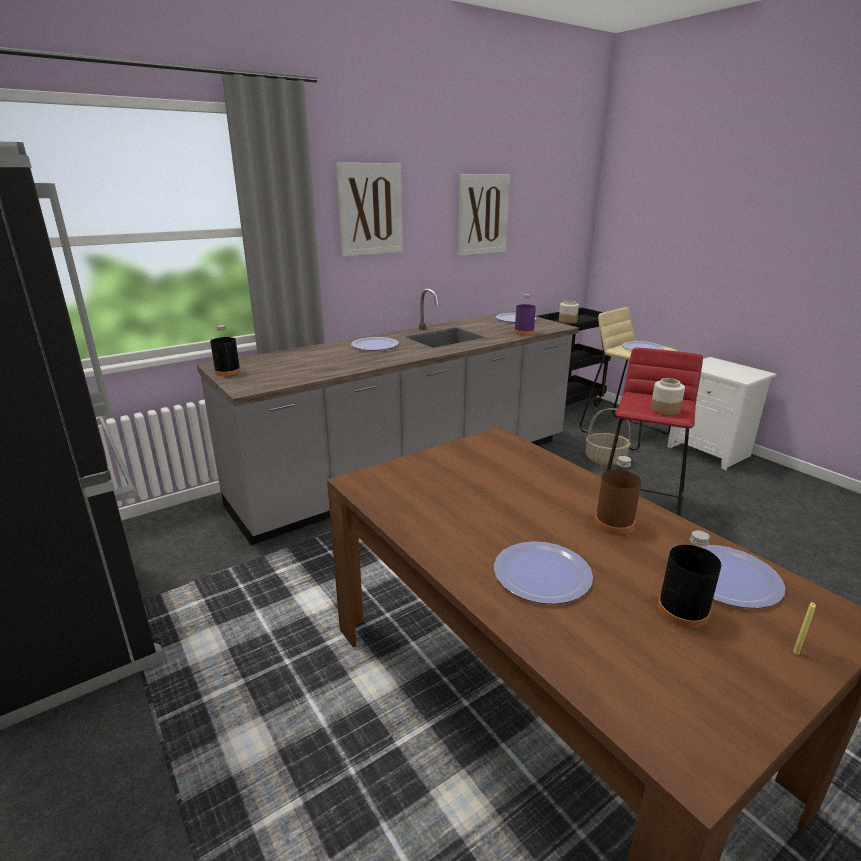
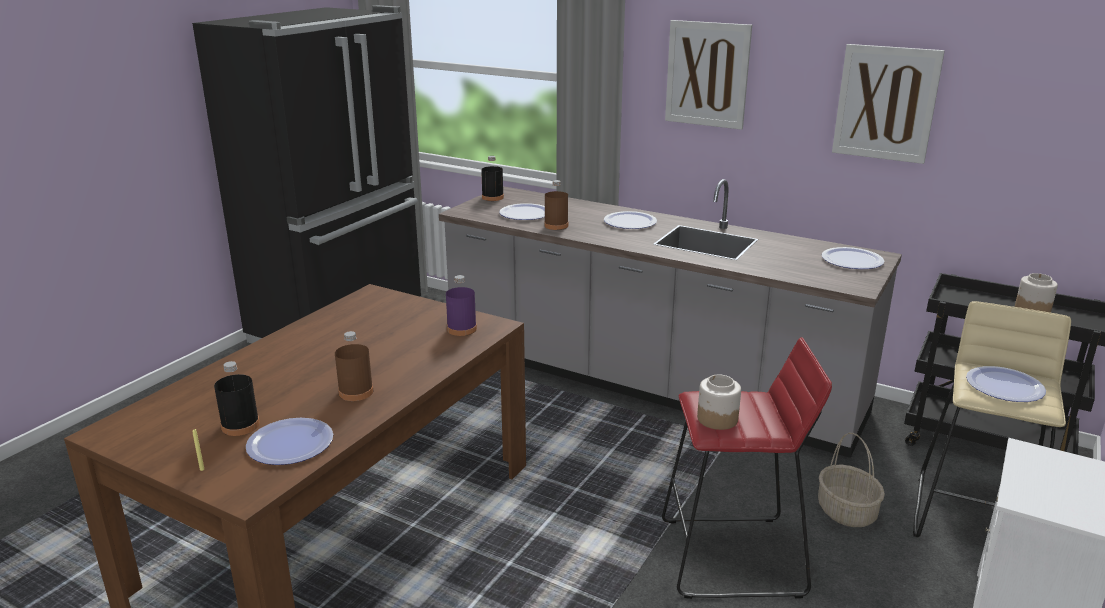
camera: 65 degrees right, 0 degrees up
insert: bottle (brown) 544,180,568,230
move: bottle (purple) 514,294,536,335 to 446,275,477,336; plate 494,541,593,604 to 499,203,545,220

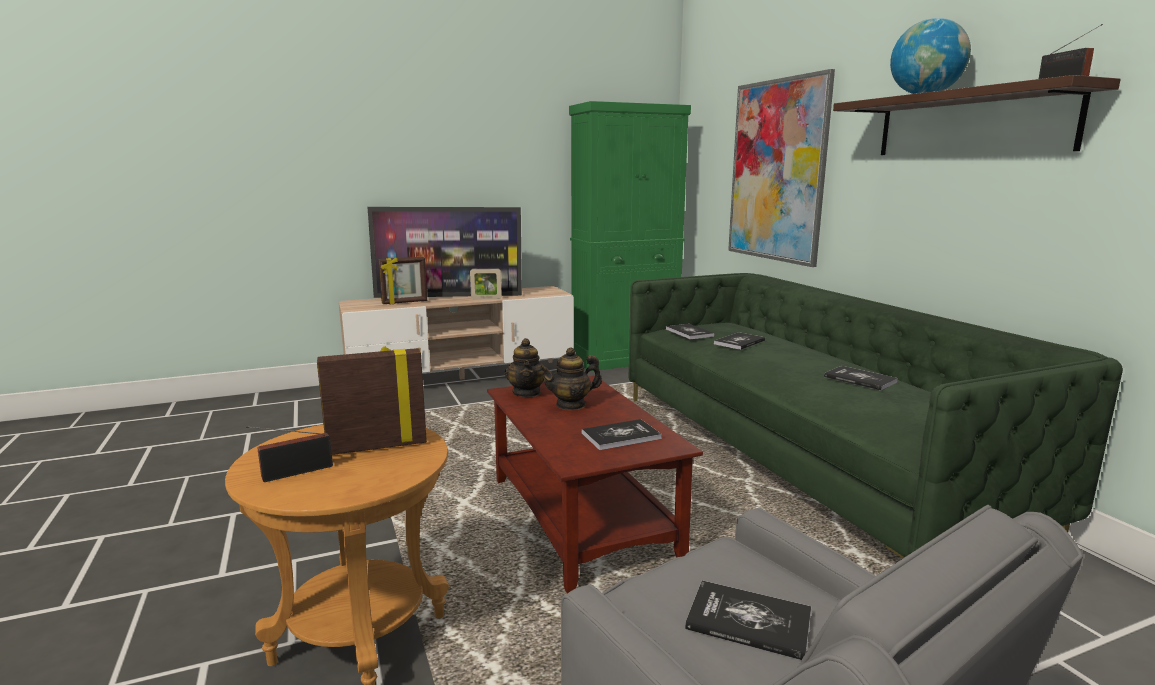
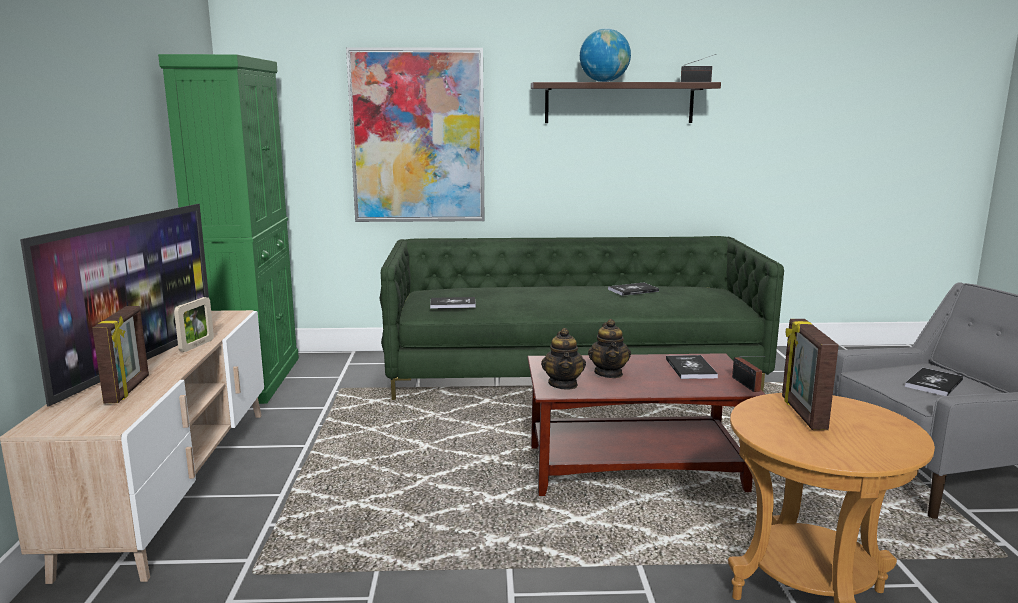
camera: 70 degrees left, 0 degrees up
delete: book 714,332,765,350
move: radio 246,426,333,482 to 732,356,765,392
rotate: teapot 505,338,545,397 = 541,328,586,390 75 degrees clockwise

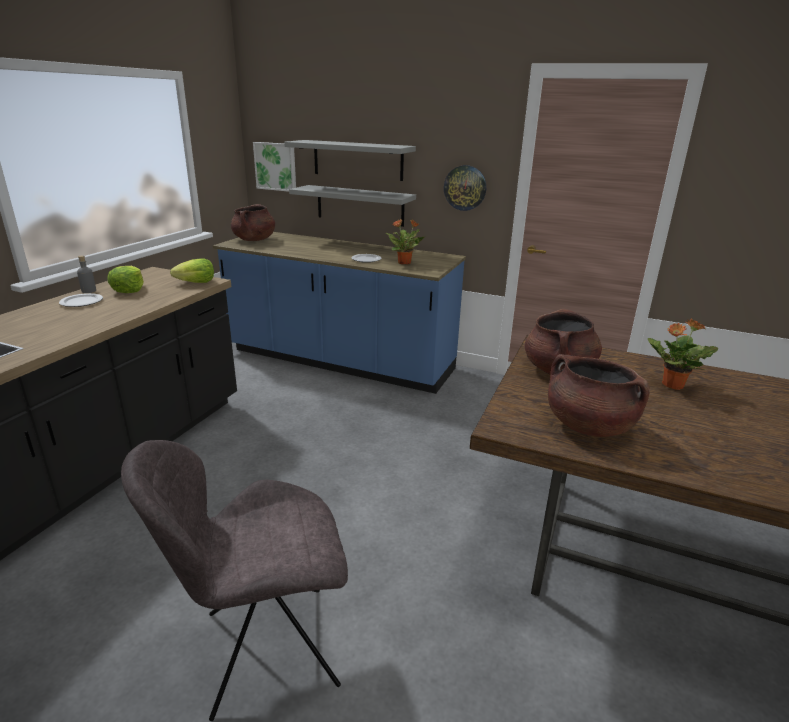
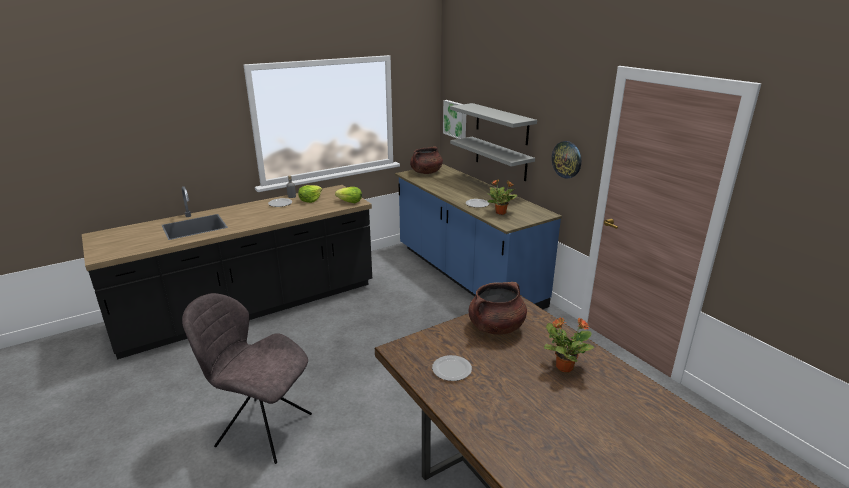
camera: 35 degrees right, 0 degrees up
replace: cooking pot (brown) 548,354,650,437 to plate 432,355,472,381

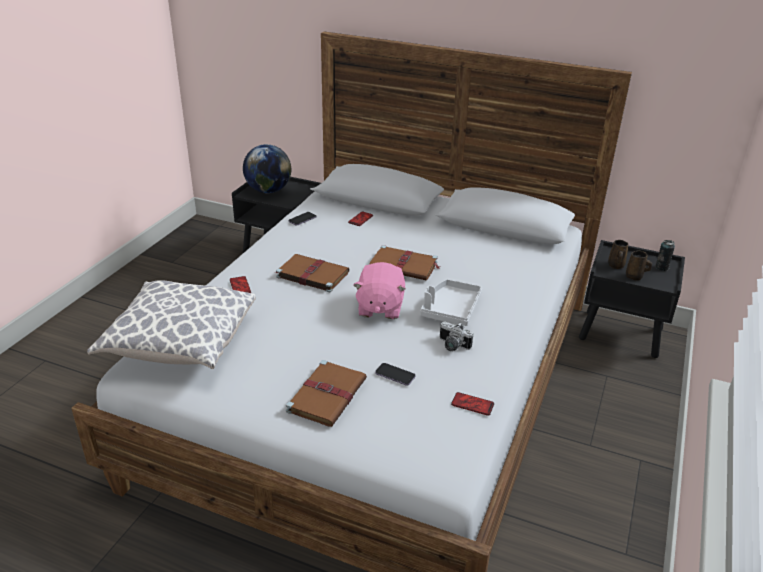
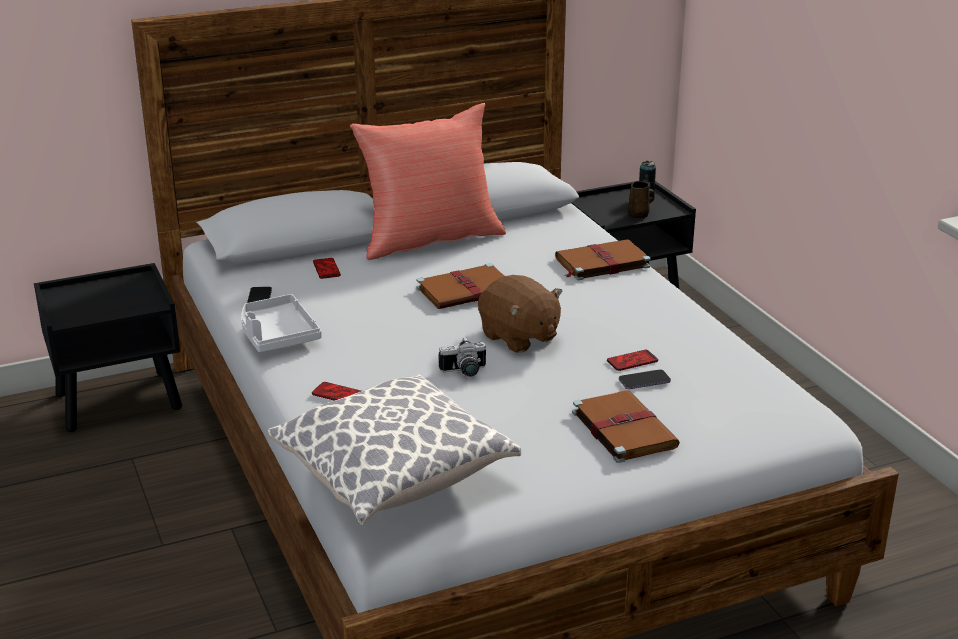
camera: 45 degrees left, 5 degrees down
delete: globe 243,144,291,193; mug (brown) 608,240,628,269
insert: pillow (red) 350,103,506,260
move: book (brown) 275,254,349,293 to 555,239,651,280; tray (grey) 420,279,482,326 to 241,294,322,352; photo camera 440,321,473,351 to 439,337,486,377; phone 451,392,494,416 to 607,350,658,371
recolor: plush toy (pink) 353,262,406,319 to plush toy (brown) 478,275,563,353

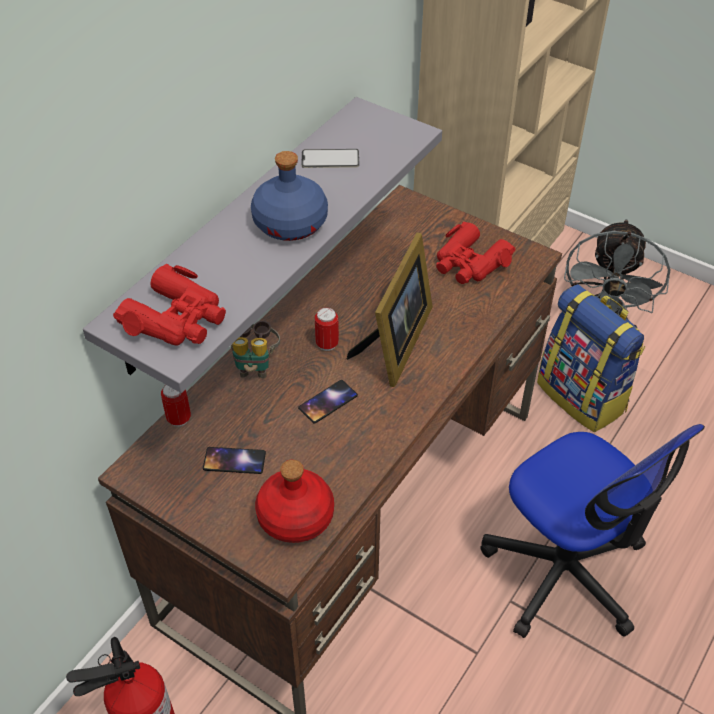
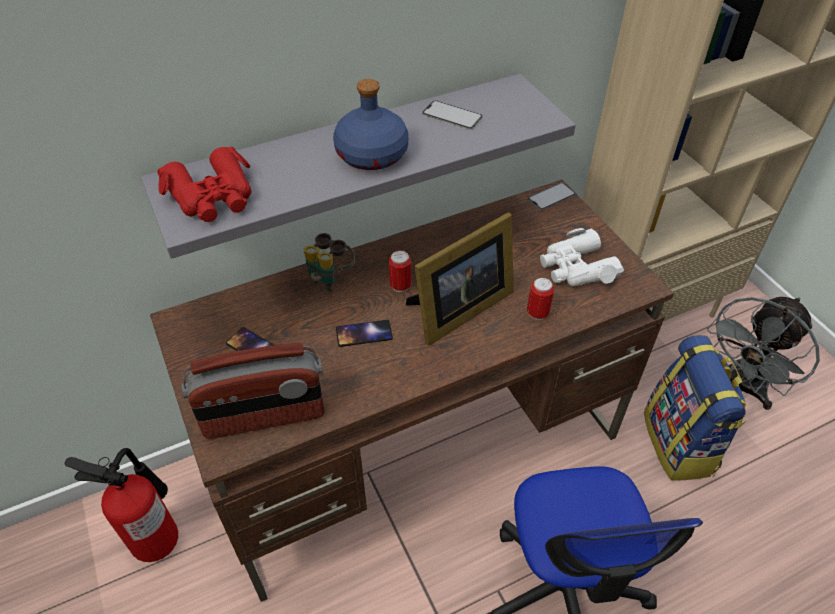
camera: 30 degrees right, 0 degrees up
insert: phone 528,182,576,210
move: can 161,385,191,426 to 527,277,554,320
replace: bottle (red) 255,460,334,543 to radio 182,343,324,439
recolor: binoculars (red) 436,222,516,284 to binoculars (white) 540,228,624,286

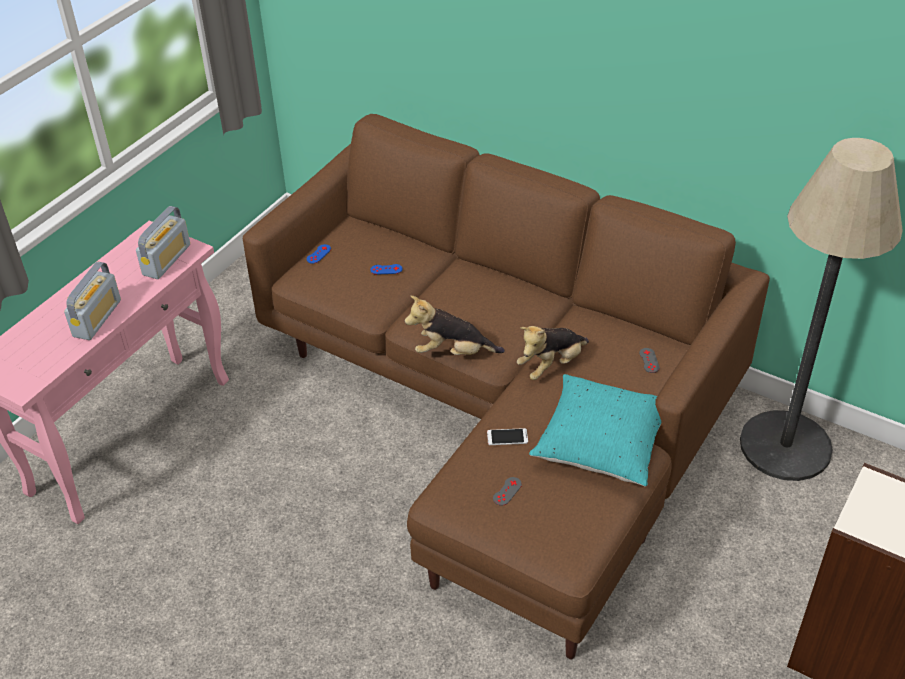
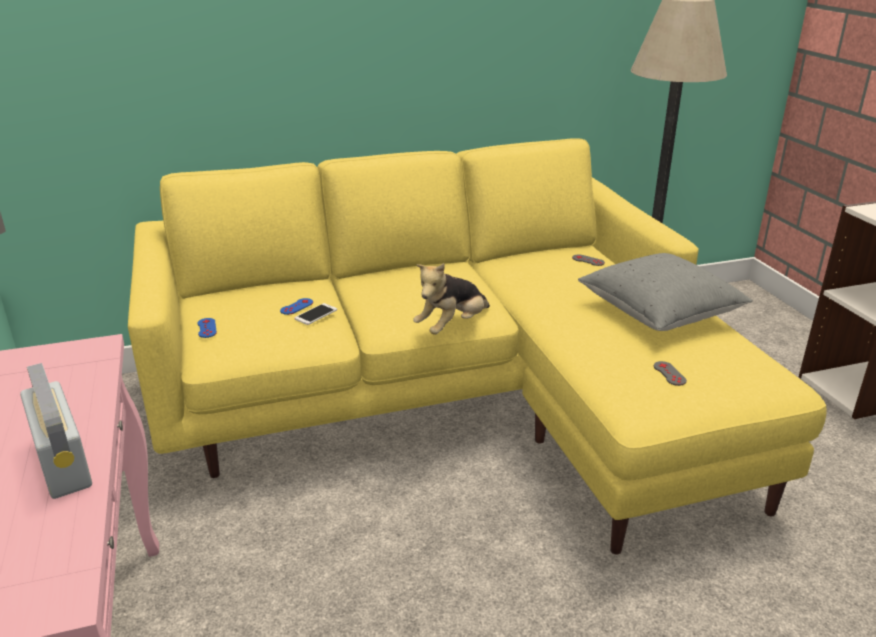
camera: 50 degrees left, 15 degrees down
delete: radio 136,206,190,279; plush toy 517,326,589,380
move: phone 487,428,528,445 to 295,303,337,325
recolor: sofa (brown) 243,114,770,659 to sofa (yellow) 128,138,827,555; pillow (turquoise) 529,374,661,486 to pillow (grey) 578,253,753,331

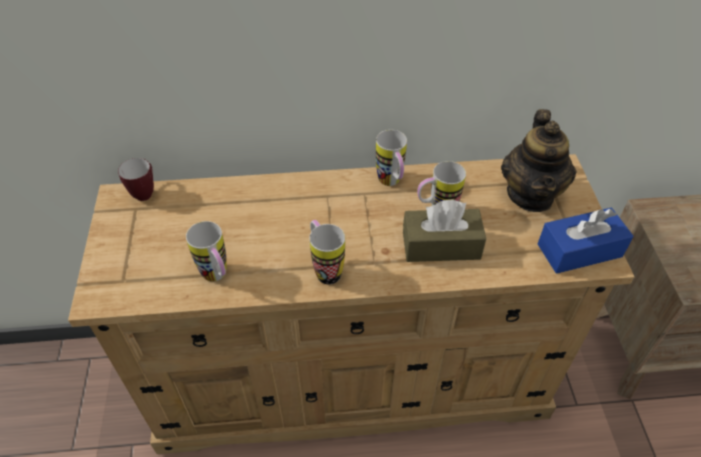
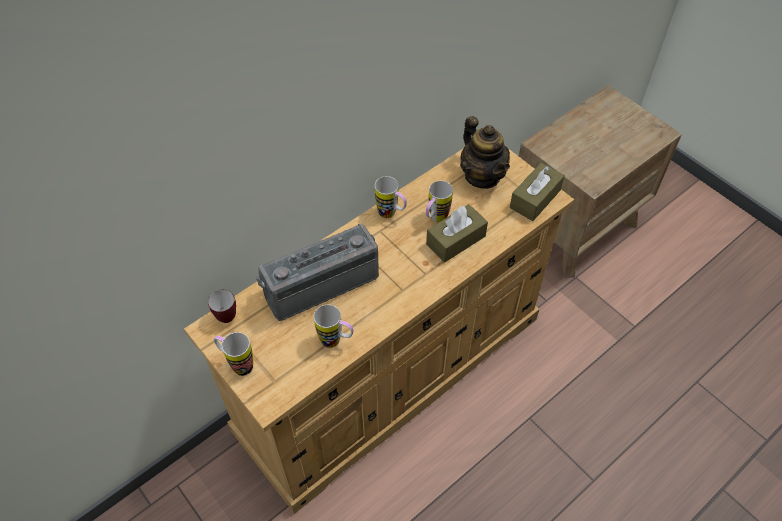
camera: 35 degrees left, 5 degrees up
insert: radio 256,224,379,321
move: mug 310,220,345,284 to 214,332,253,376
recolor: tissue box (blue) 538,208,634,273 to tissue box (brown) 510,163,565,221

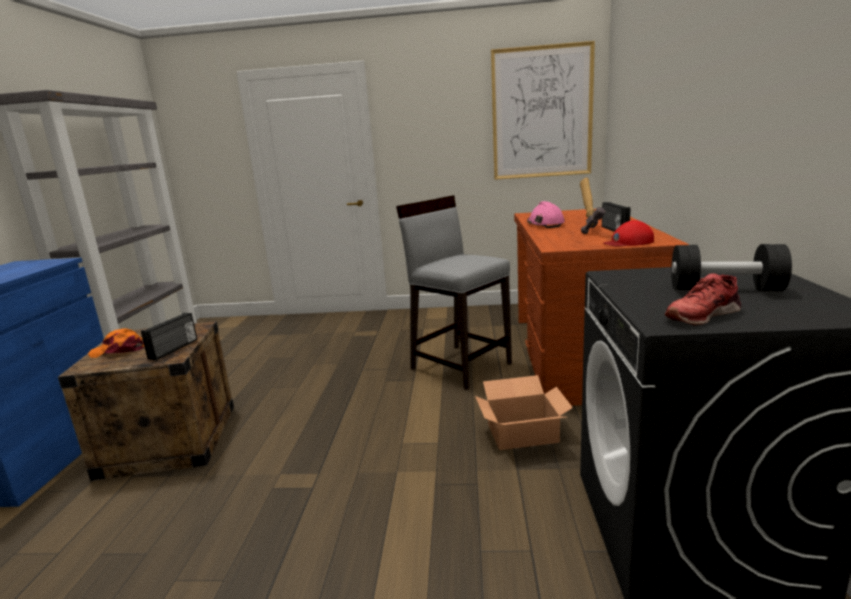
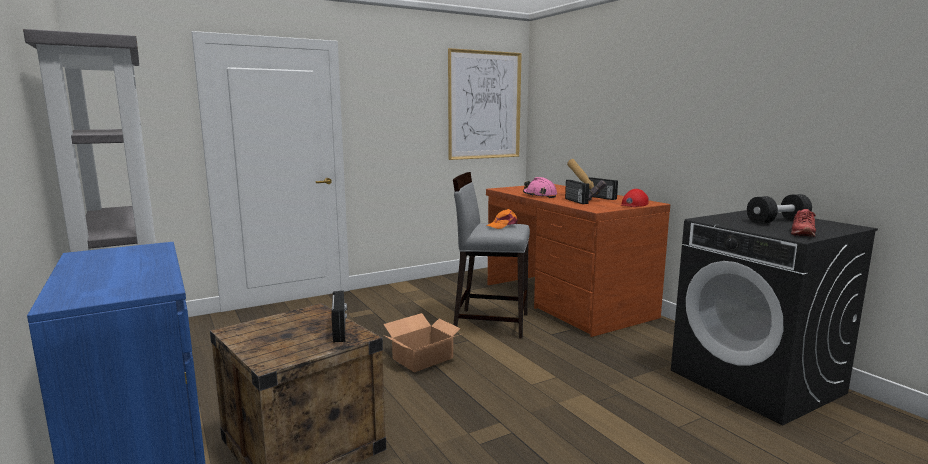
camera: 35 degrees left, 5 degrees down
insert: radio 565,180,589,204
move: cap (orange) 88,328,144,358 to 486,209,518,229; cardboard box 475,375,573,450 to 383,313,464,373

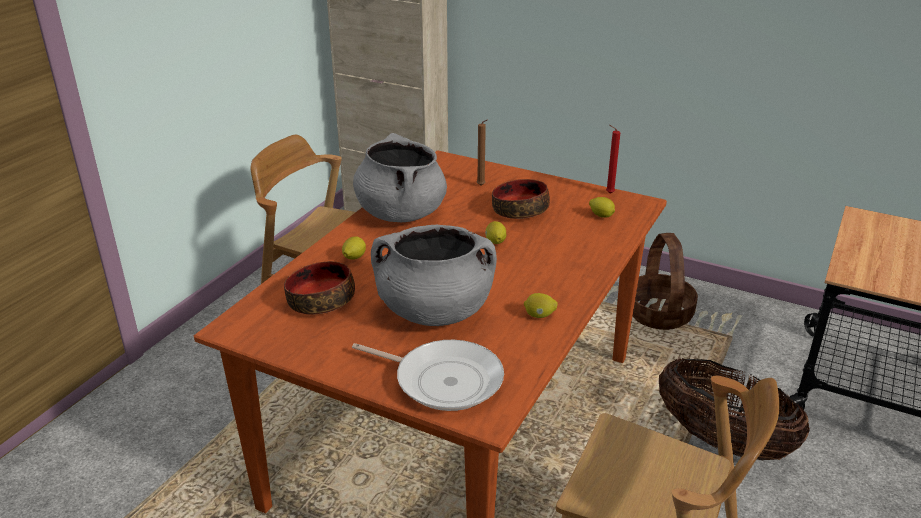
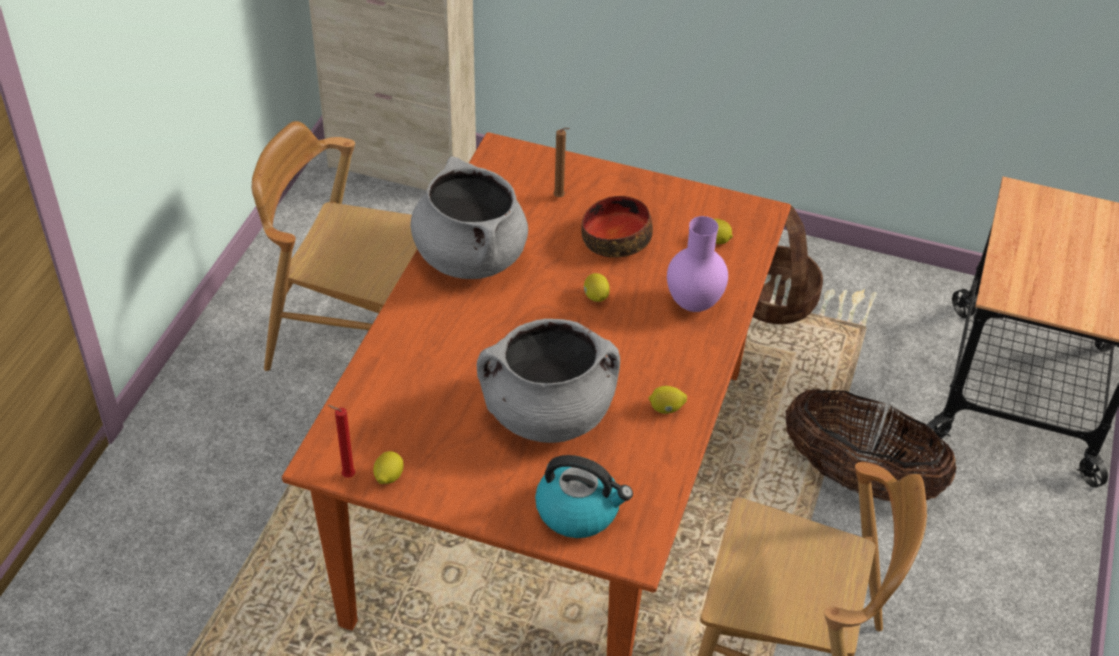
camera: 10 degrees left, 15 degrees up
delete: bowl 284,261,355,315
insert: vase (purple) 667,216,728,312
move: candle (red) 606,125,621,194 to 327,405,355,478; lemon 342,236,366,260 to 373,451,404,484
replace: frying pan 352,340,504,411 to kettle 535,455,633,538

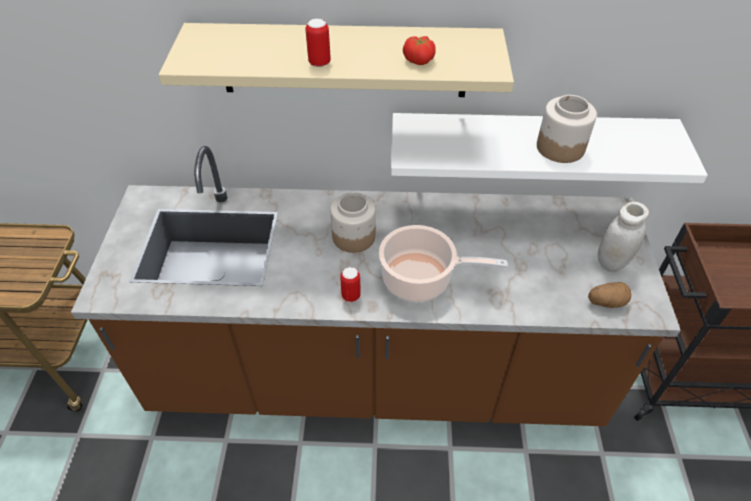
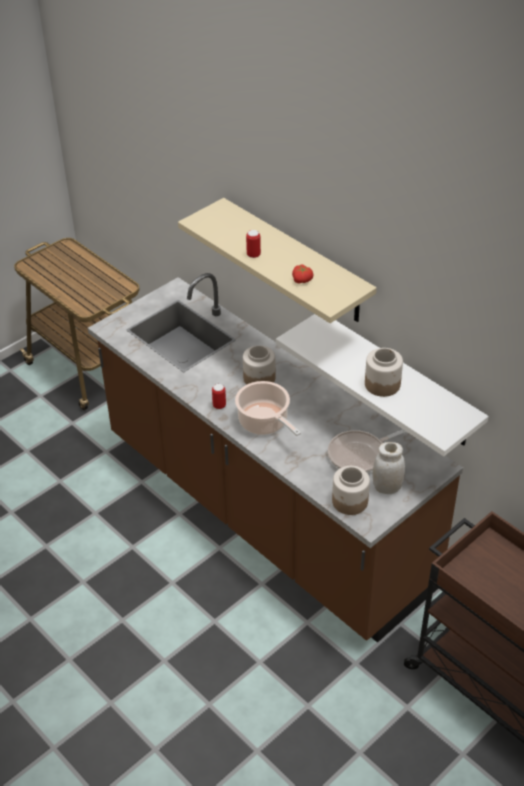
camera: 45 degrees right, 5 degrees down
insert: frying pan 328,429,407,473
replace: potato 588,282,632,308 to jar 332,466,370,515

